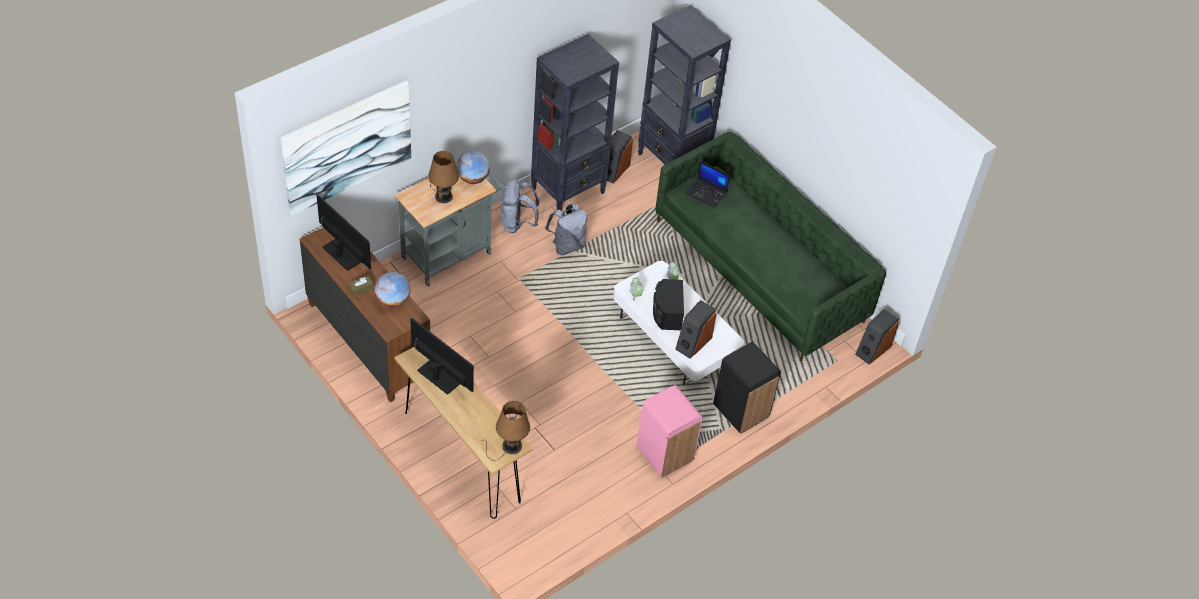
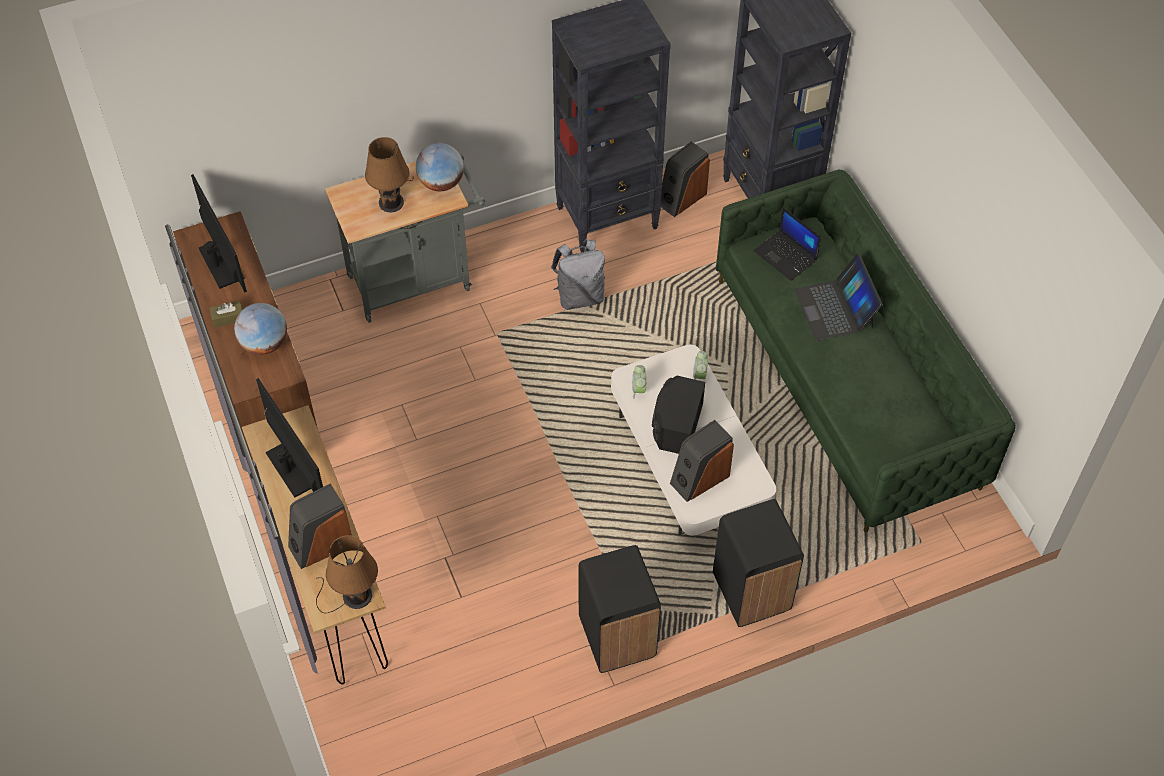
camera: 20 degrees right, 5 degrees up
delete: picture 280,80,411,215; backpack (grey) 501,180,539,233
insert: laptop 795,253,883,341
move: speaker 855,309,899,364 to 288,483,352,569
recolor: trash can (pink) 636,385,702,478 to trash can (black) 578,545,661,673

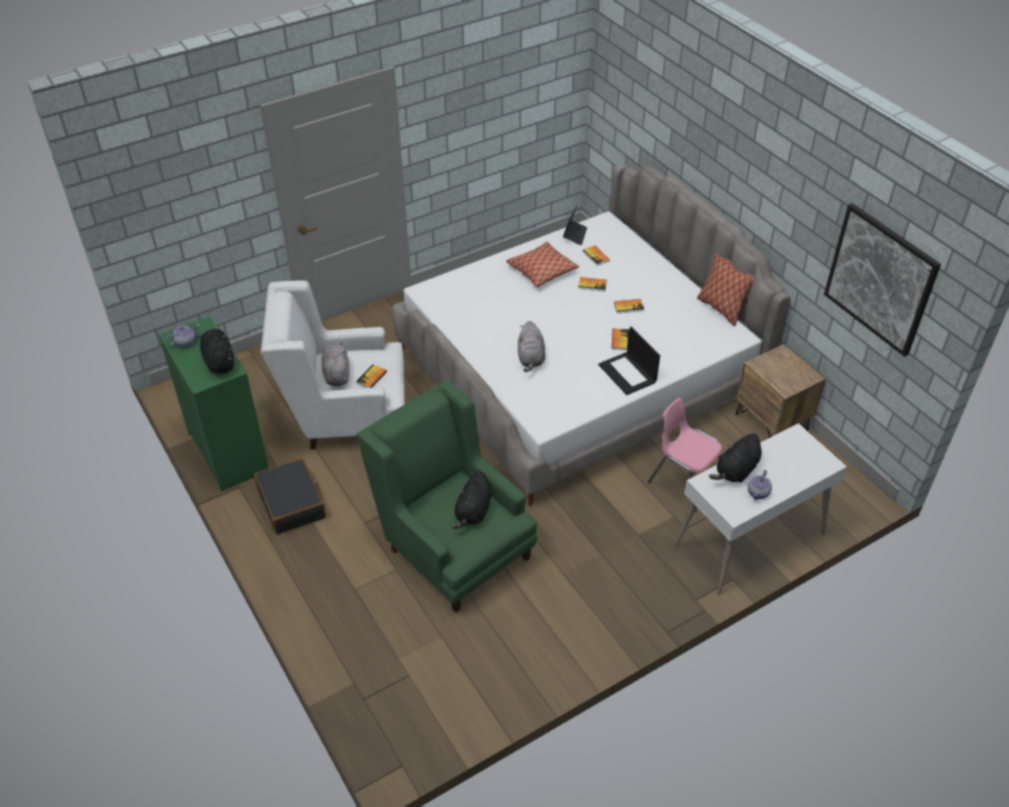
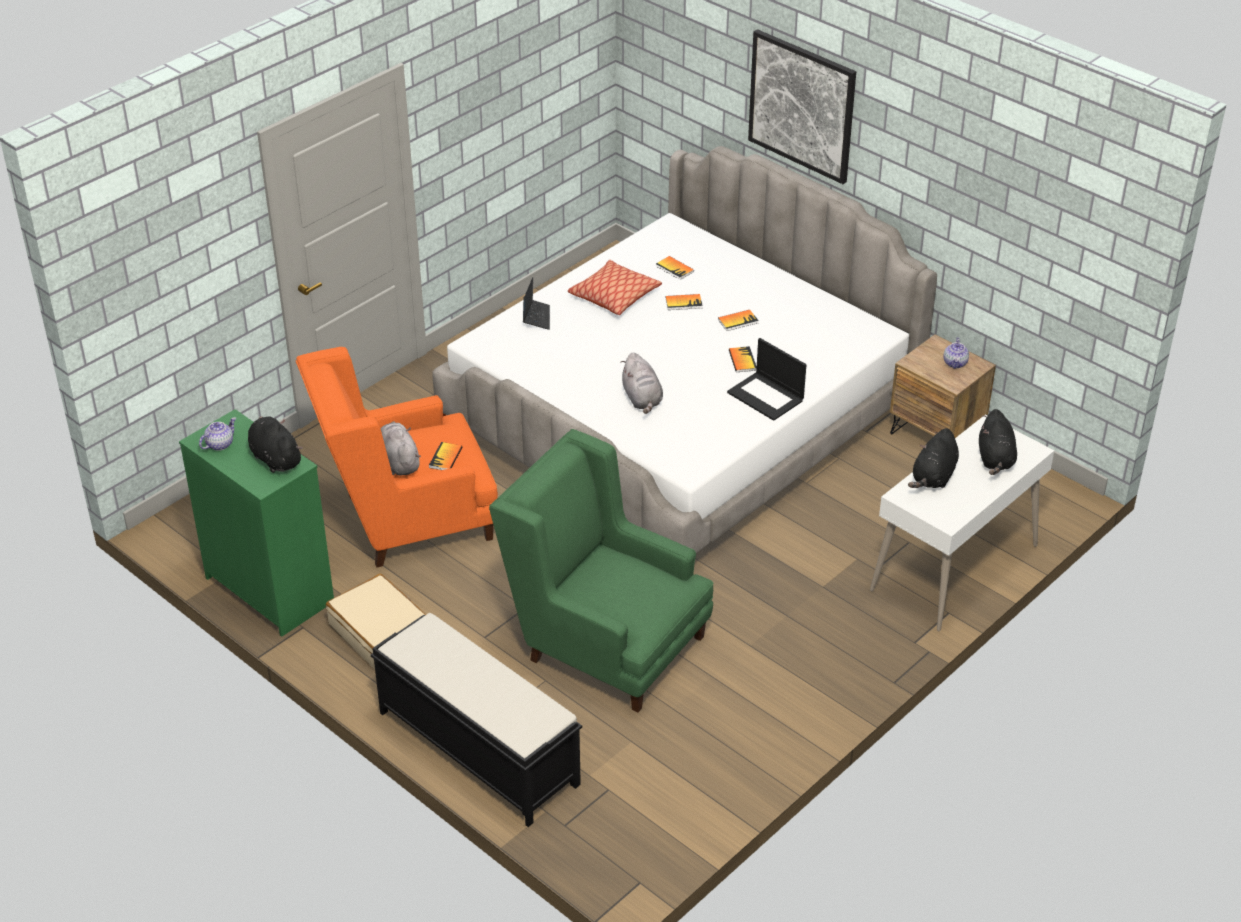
camera: 15 degrees left, 5 degrees down
delete: pillow 697,253,754,326; chair (pink) 648,398,722,513
insert: bench (black) 371,613,582,827
move: picture 824,203,941,357 to 748,29,856,184; laptop 563,206,587,245 to 523,277,550,330; teapot 748,470,772,500 to 944,338,969,369; plush toy (black) 451,471,492,529 to 979,409,1017,475
recolor: armchair (white) 261,280,405,450 to armchair (orange) 296,347,498,567; suitcase (black) 254,458,326,534 to suitcase (beige) 326,574,426,669

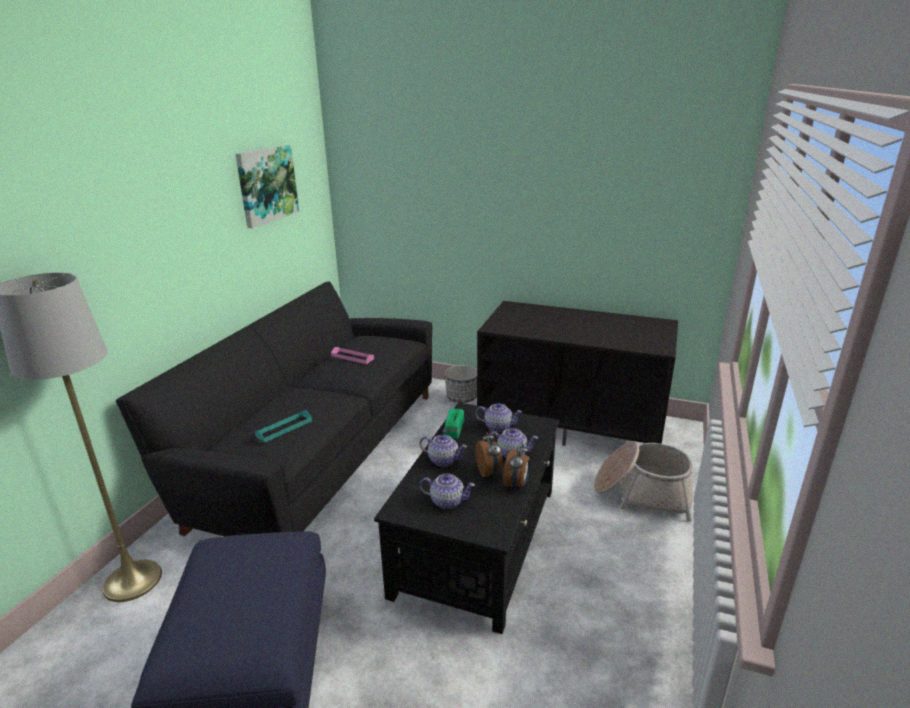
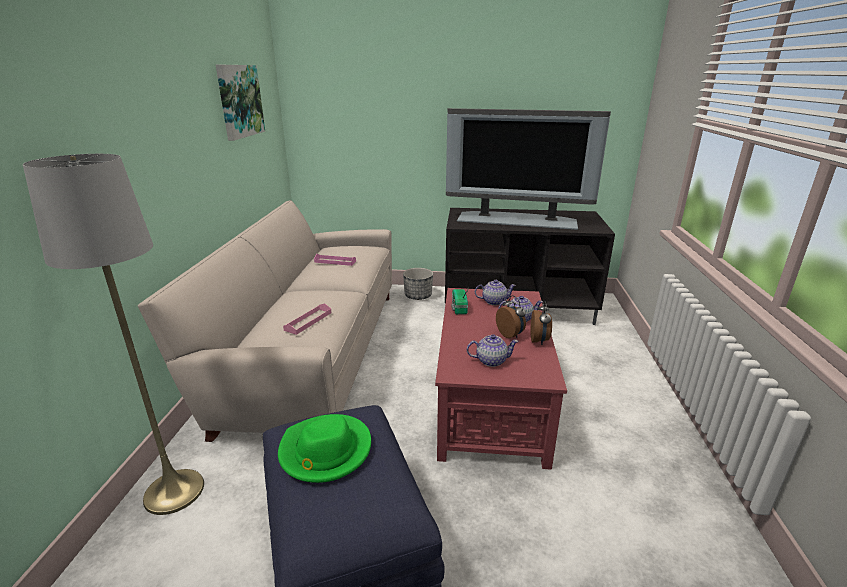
camera: 15 degrees left, 0 degrees up
delete: teapot 420,435,467,467; basket 594,441,693,522
insert: television 446,108,611,230; hat (green) 278,414,371,483
recolor: sofa (black) 116,281,432,536 to sofa (beige) 138,200,392,442; coffee table (black) 374,402,559,634 to coffee table (red) 435,288,567,470; tray (turquoise) 255,411,312,443 to tray (pink) 283,303,331,335

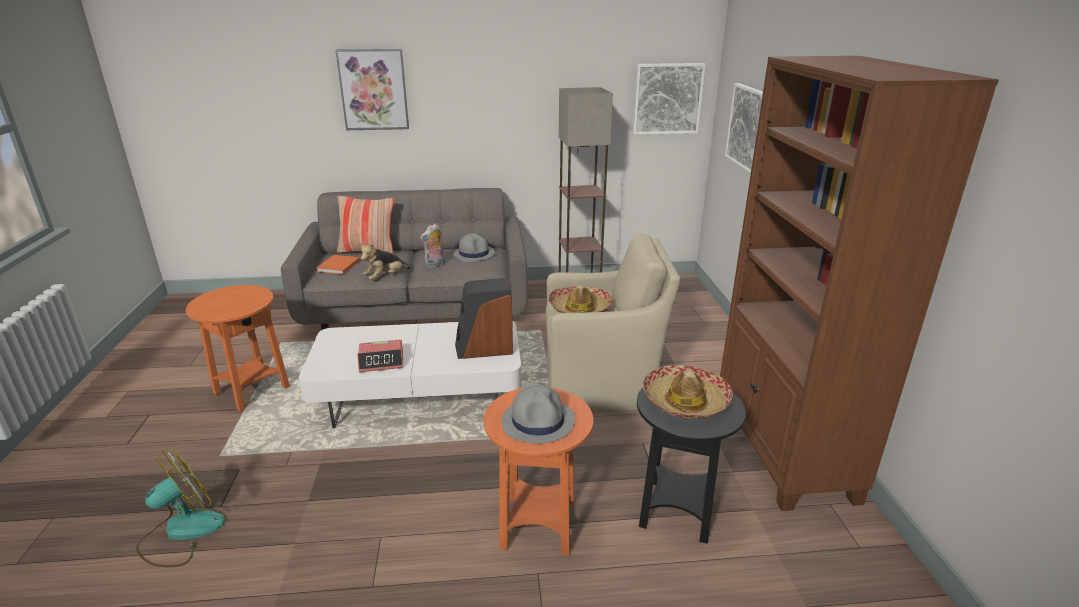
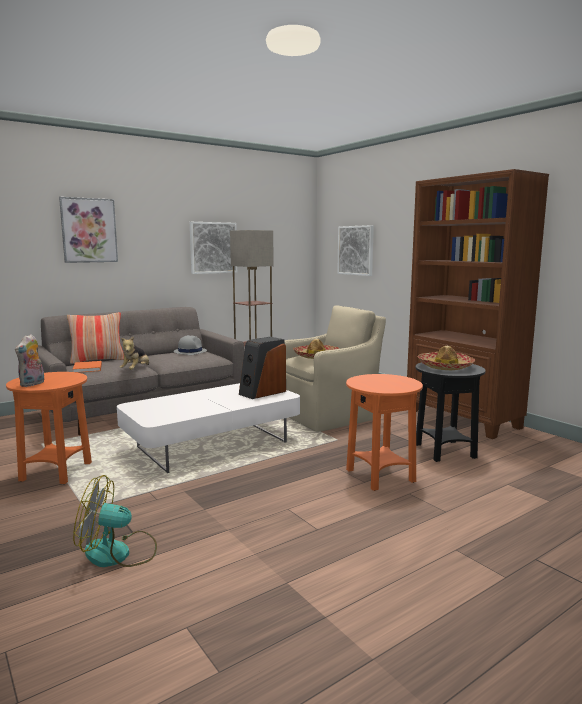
camera: 30 degrees left, 15 degrees down
delete: alarm clock 357,339,403,372; hat (grey) 501,385,575,444
move: picture 633,63,706,135 to 190,222,237,274; plush toy 420,224,445,268 to 15,334,44,387
rotate: fan 136,448,225,567 = 73,475,157,567 105 degrees counterclockwise

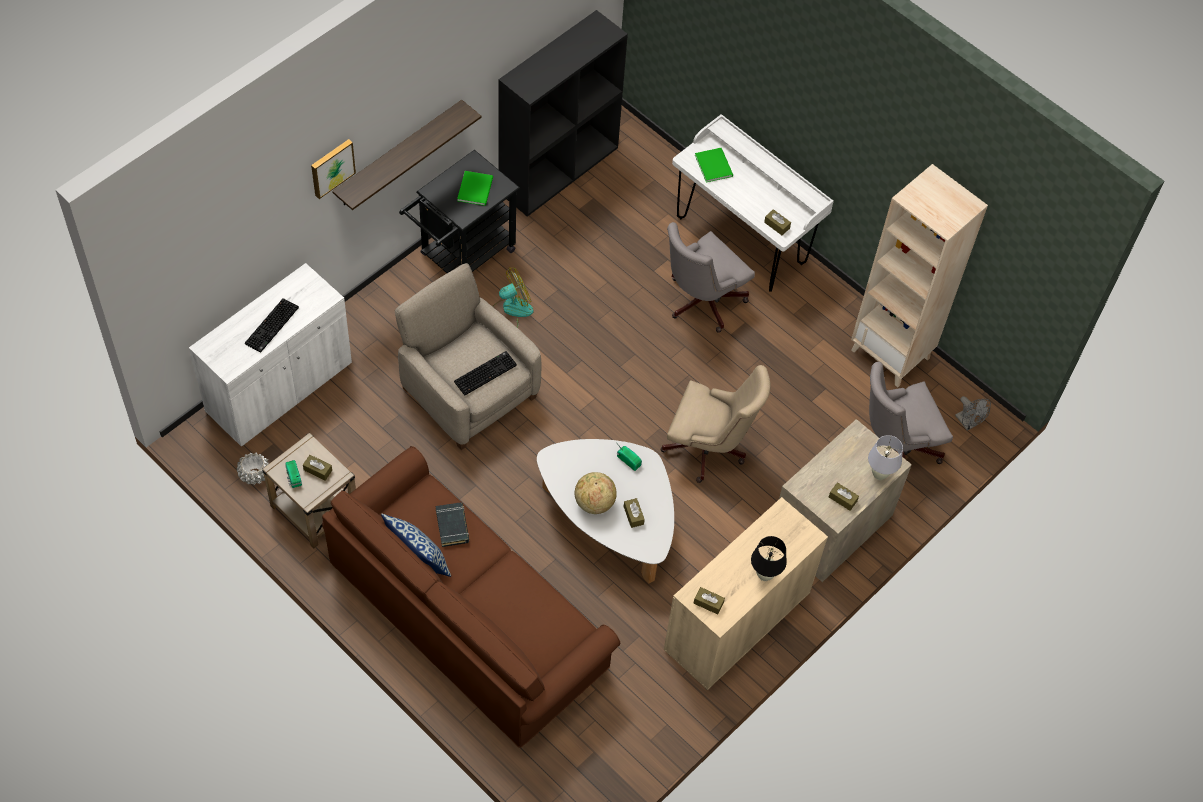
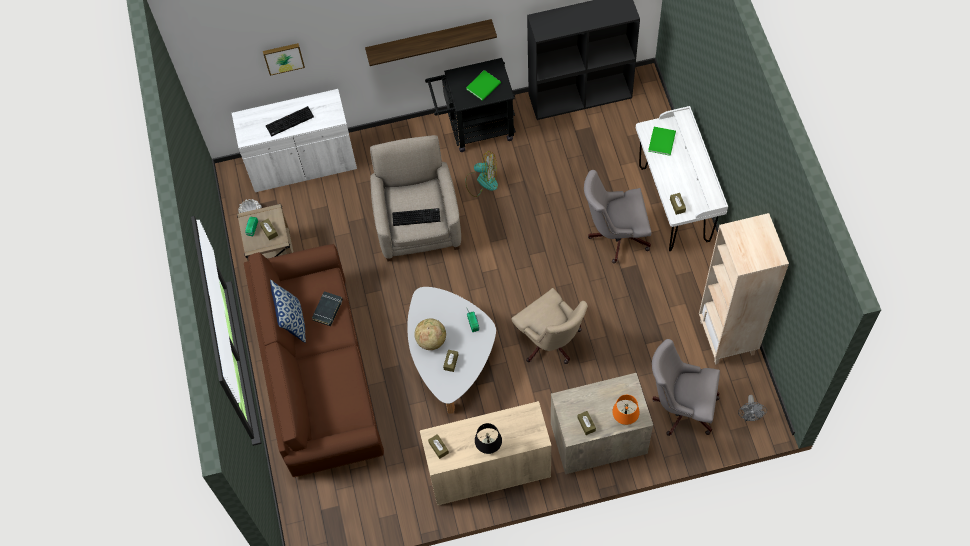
camera: 40 degrees right, 5 degrees up
move: picture 311,139,356,199 to 263,43,305,76
recolor: table lamp (white) 868,435,903,480 to table lamp (orange) 612,395,640,425

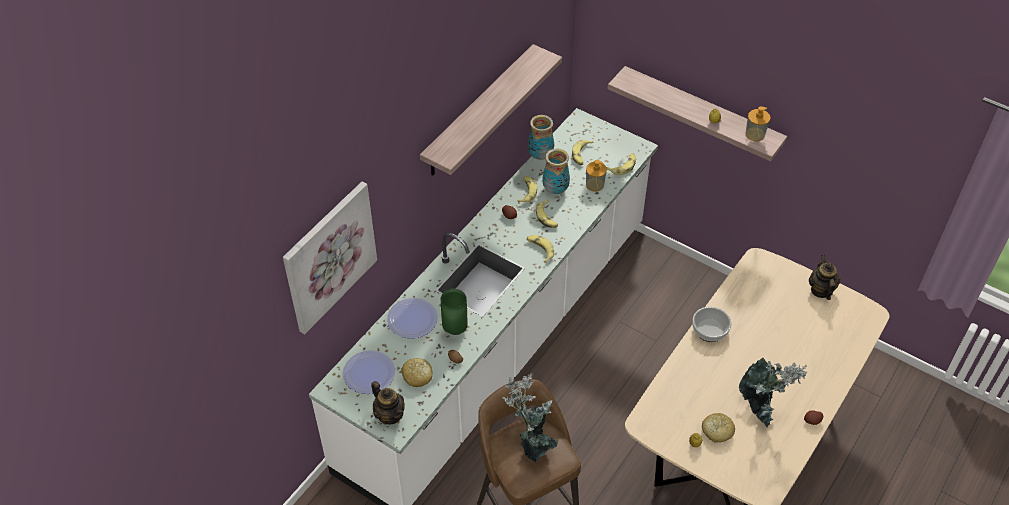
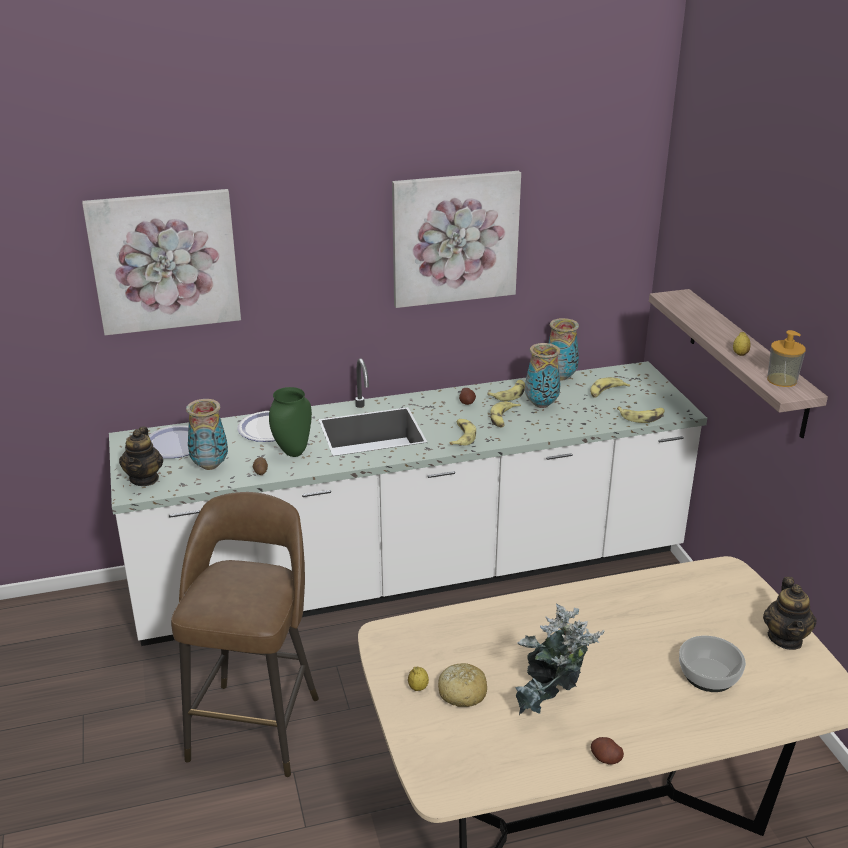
camera: 40 degrees right, 20 degrees down
delete: soap dispenser 586,160,607,192; potted plant 502,373,558,463
move: bowl 692,307,731,342 to 679,636,746,692
replace: shelf 420,44,562,176 to picture 392,171,521,308; bread 401,358,433,387 to vase 186,399,228,470
rotate: teapot 809,255,840,300 = 763,577,817,650 150 degrees clockwise

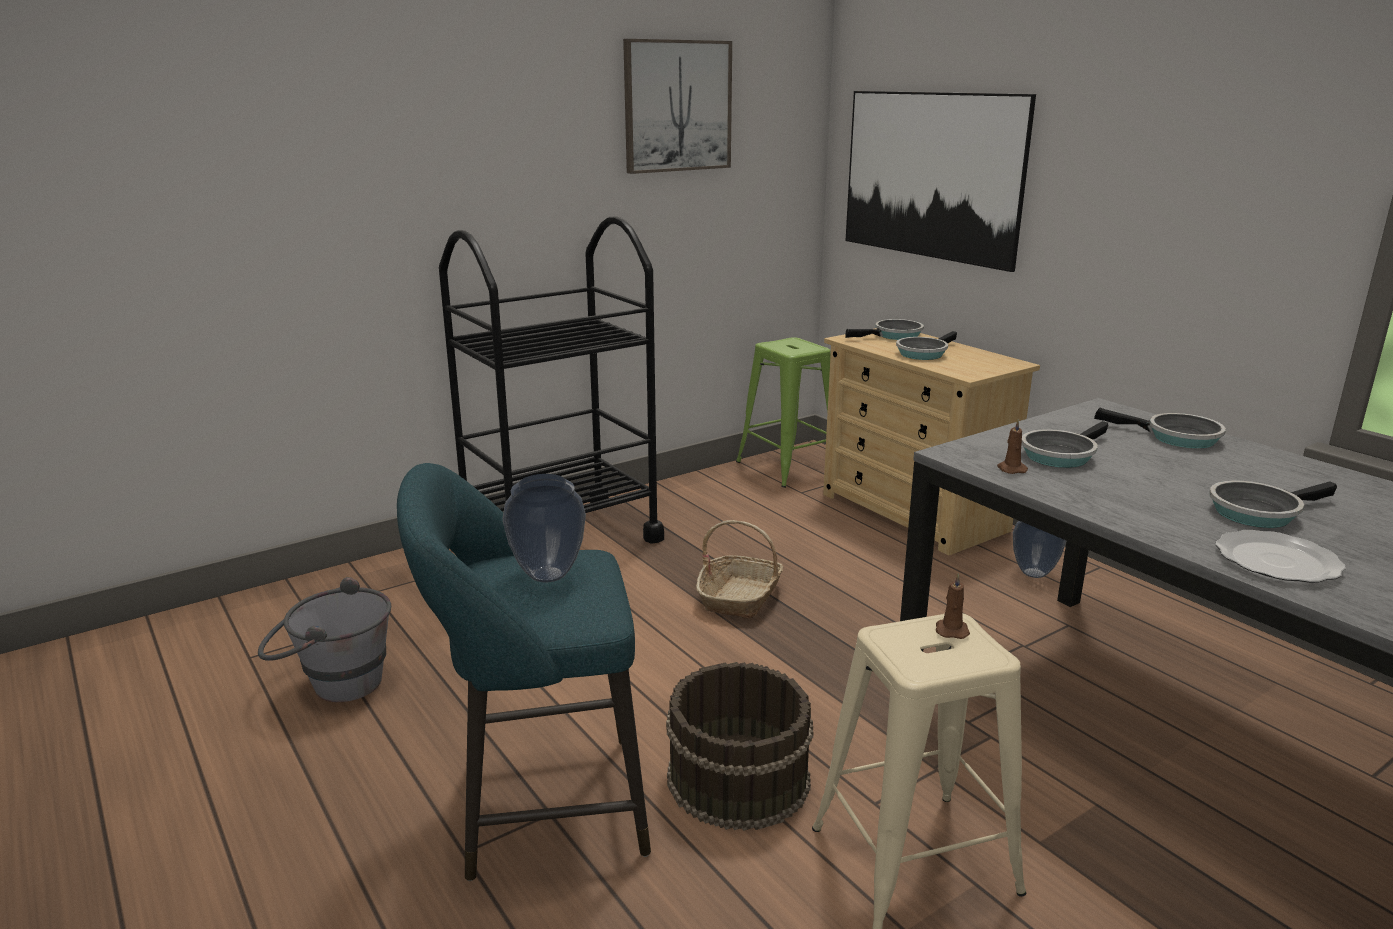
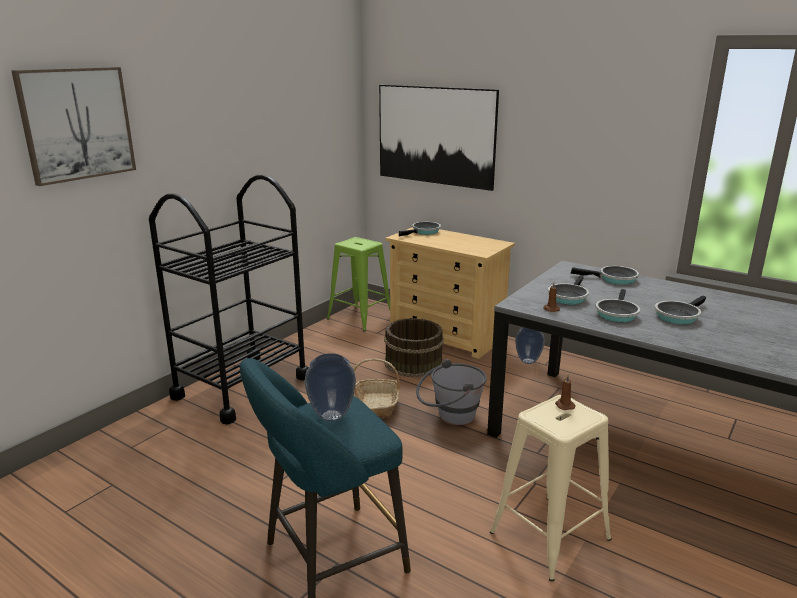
camera: 20 degrees left, 0 degrees up
delete: plate 1216,530,1346,583
move: picture 623,39,732,174 to 11,67,136,186; frying pan 896,331,957,360 to 596,289,640,322; bucket (grey) 258,577,391,702 to 416,359,487,425; bucket (brown) 666,662,814,831 to 384,318,444,377

